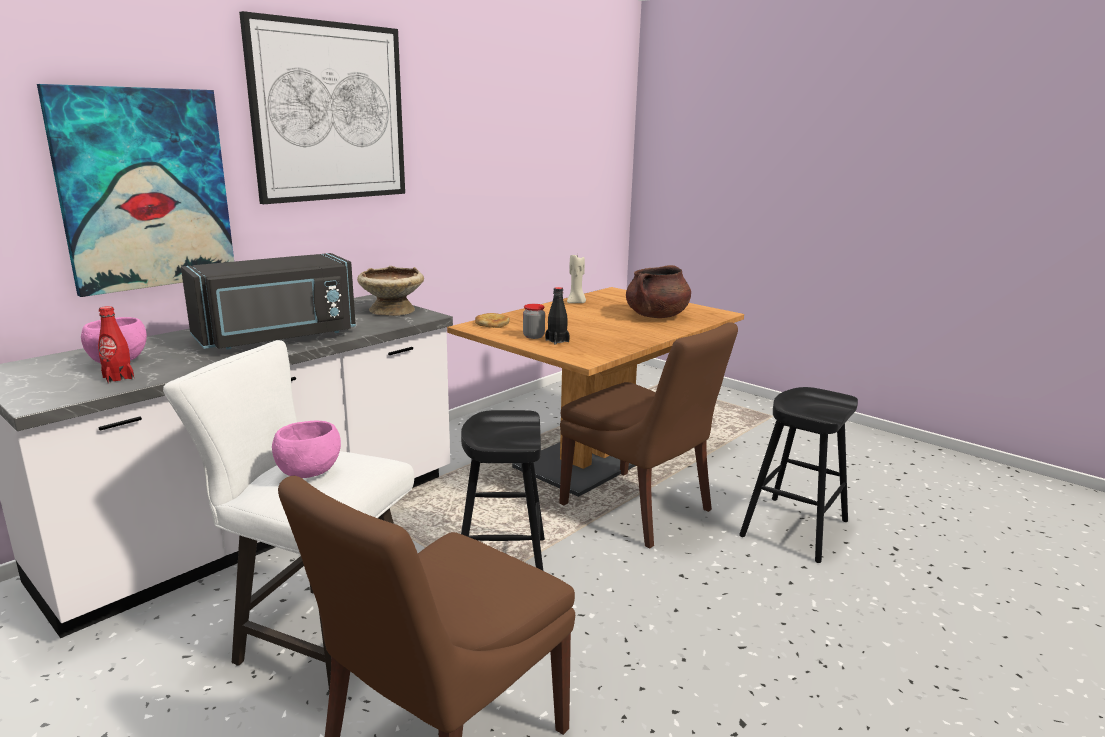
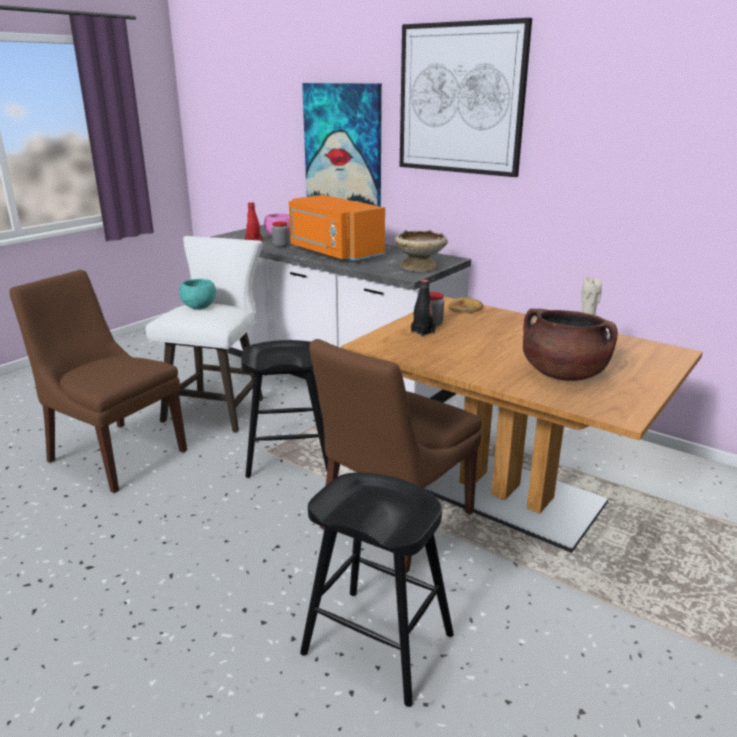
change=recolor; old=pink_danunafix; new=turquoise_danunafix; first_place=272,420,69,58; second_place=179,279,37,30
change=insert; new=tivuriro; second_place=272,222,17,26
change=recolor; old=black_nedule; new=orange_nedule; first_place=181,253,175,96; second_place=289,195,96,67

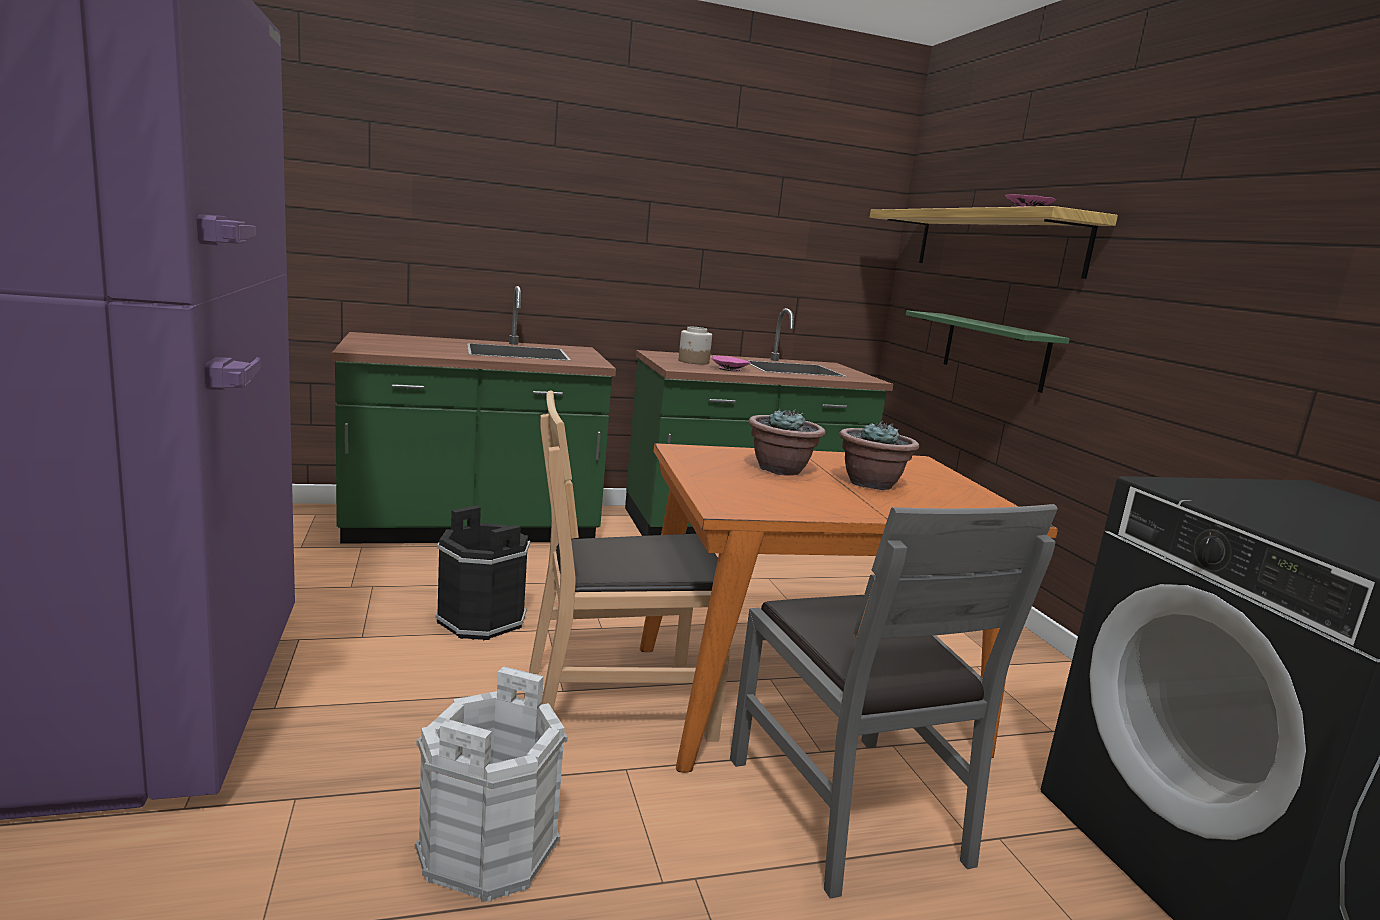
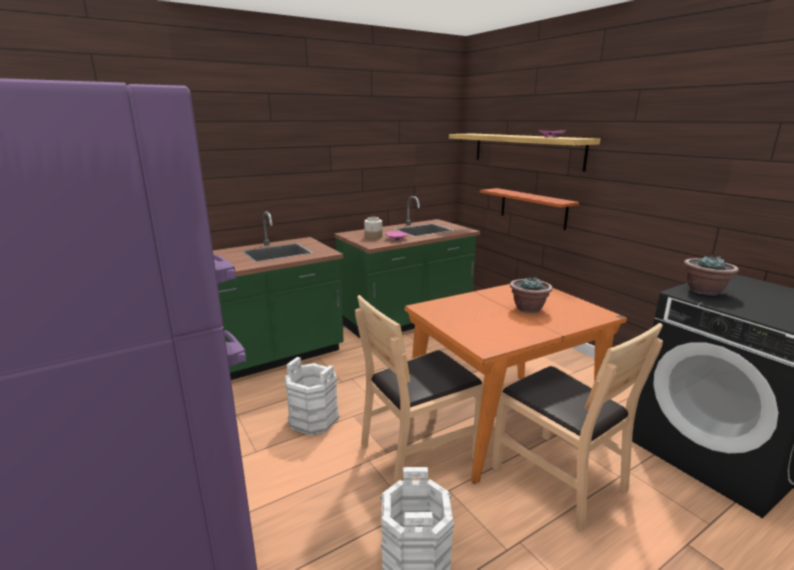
change=recolor; old=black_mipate; new=white_mipate; first_place=435,505,95,135; second_place=284,357,55,79
change=recolor; old=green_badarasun; new=orange_badarasun; first_place=906,311,164,82; second_place=480,188,99,42
change=recolor; old=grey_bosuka; new=brown_bosuka; first_place=730,504,328,395; second_place=492,323,171,208
change=move; old=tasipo; first_place=749,409,77,67; second_place=684,255,55,41

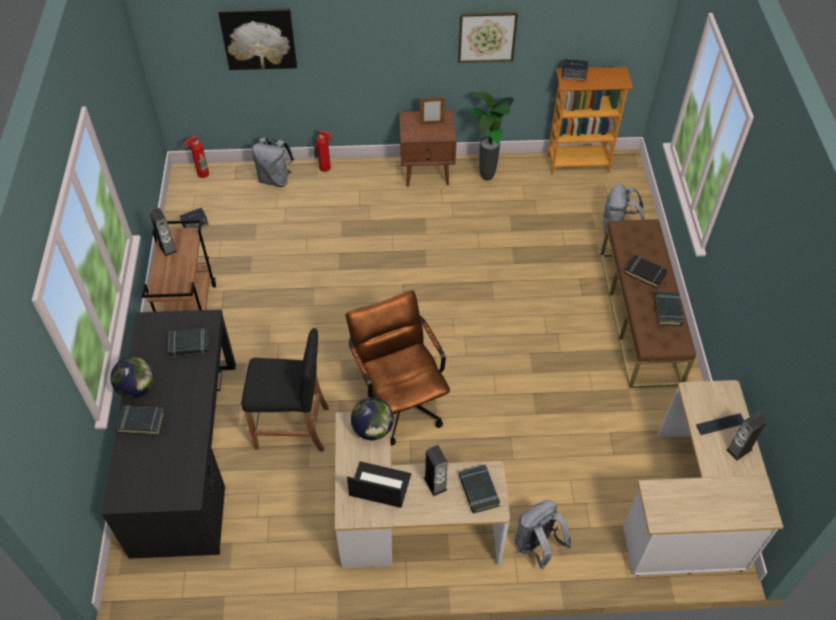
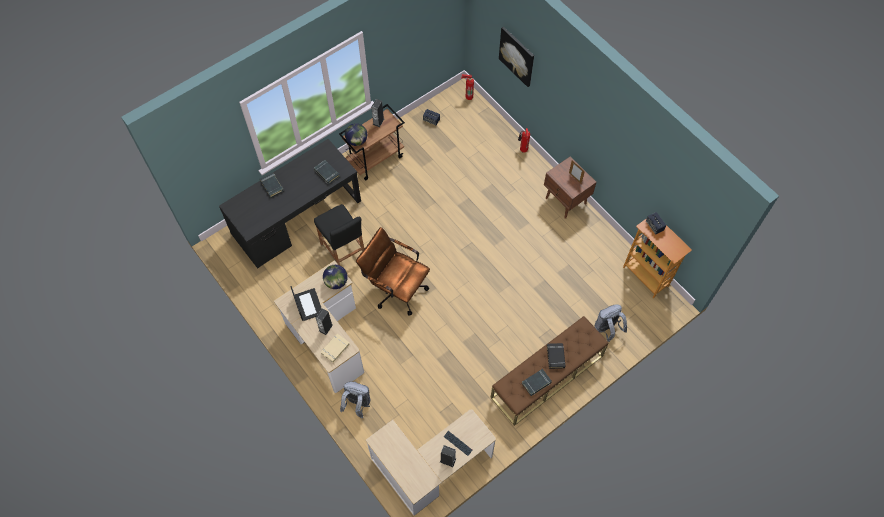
change=recolor; old=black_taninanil; new=beige_taninanil; first_place=459,464,41,49; second_place=321,334,29,29
change=move; old=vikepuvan; first_place=111,357,43,41; second_place=345,123,22,23
change=rotate; old=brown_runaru; first_place=346,290,104,156; second_place=356,227,74,89; degrees=-90
change=delete; old=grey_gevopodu; first_place=252,137,42,50
change=delete; old=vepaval; first_place=458,12,60,51
change=delete; old=tasipo; first_place=469,92,45,88

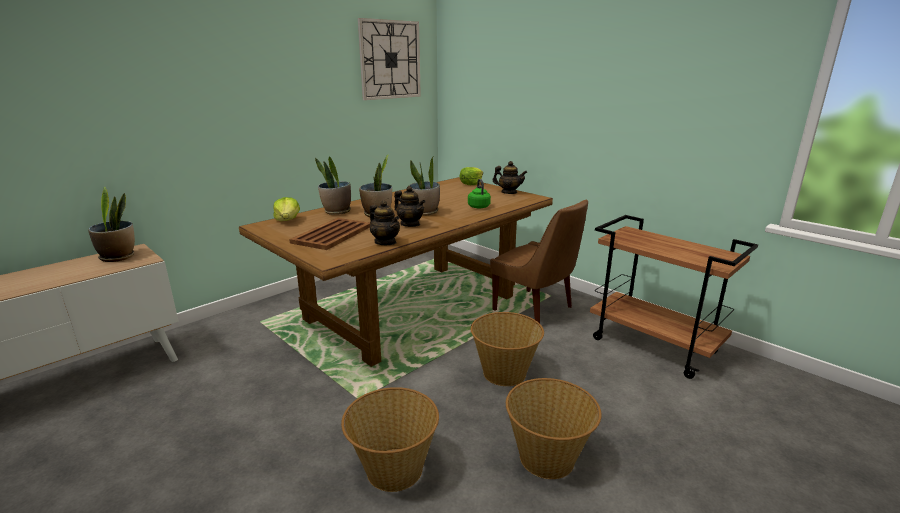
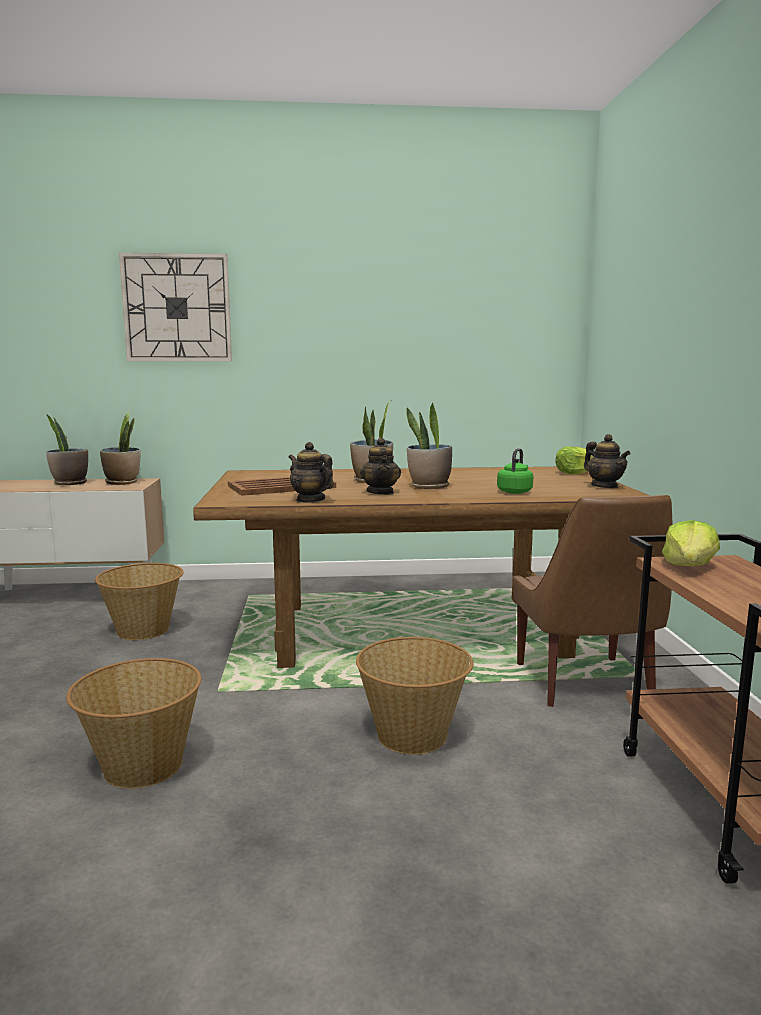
change=move; old=tasipo; first_place=315,156,36,59; second_place=46,414,42,71
change=move; old=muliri; first_place=506,378,95,101; second_place=95,563,89,77
change=move; old=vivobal; first_place=358,18,63,82; second_place=119,253,113,108
change=rotate; old=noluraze; first_place=369,200,31,45; second_place=289,442,45,61; degrees=135
change=move; old=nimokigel; first_place=273,197,27,24; second_place=662,520,58,46

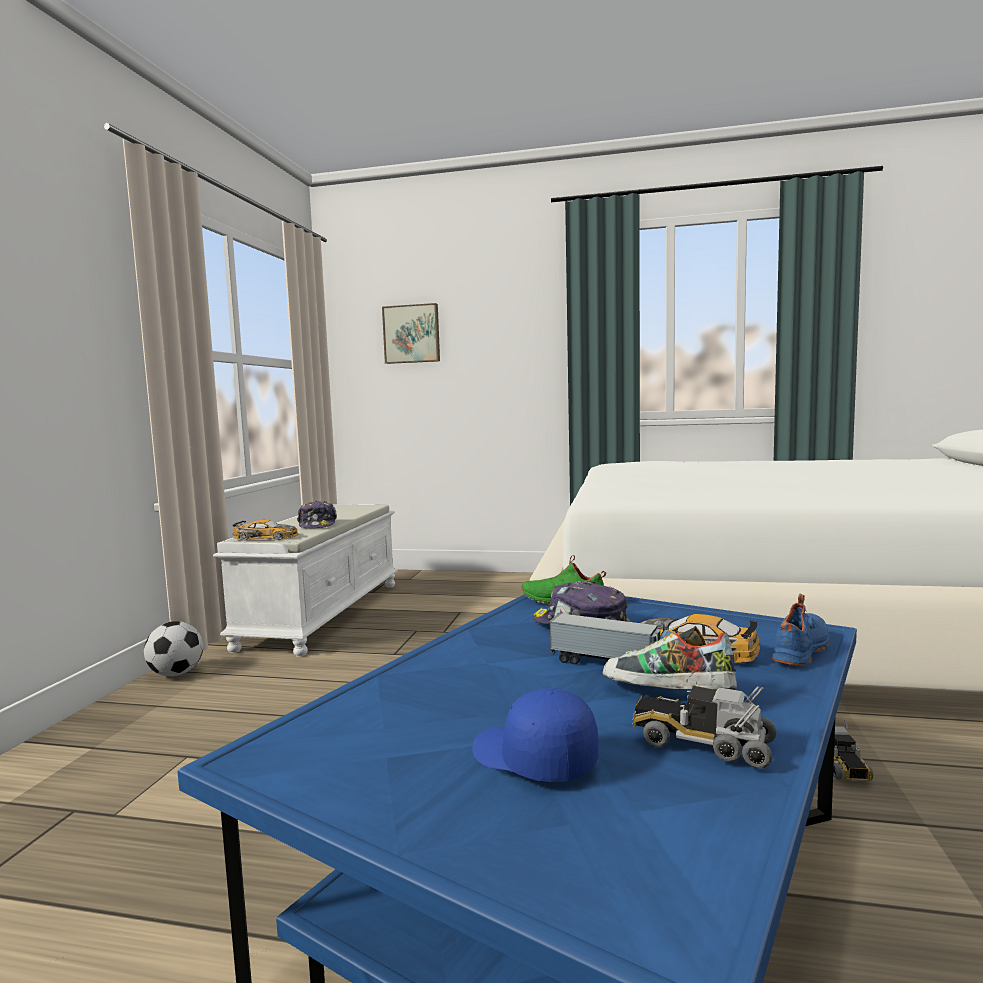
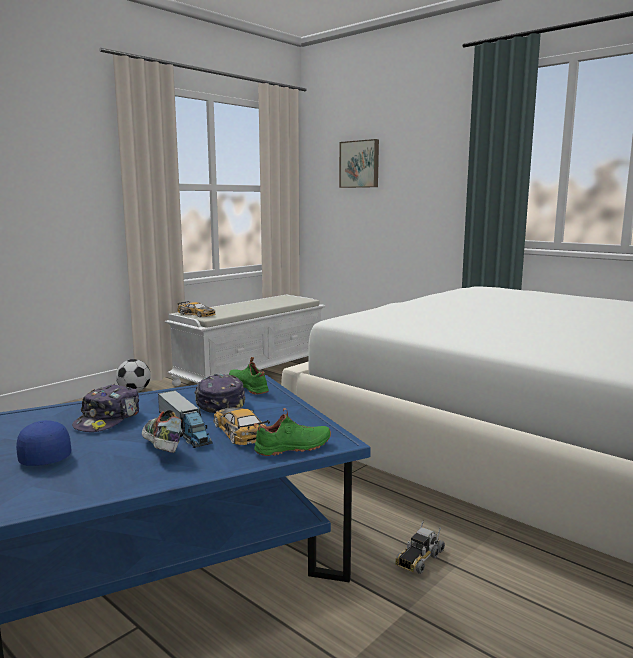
change=move; old=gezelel; first_place=297,501,40,27; second_place=72,384,67,48
change=recolor; old=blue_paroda; new=green_paroda; first_place=772,594,57,72; second_place=254,408,77,48
change=delete; old=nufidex; first_place=632,686,145,82

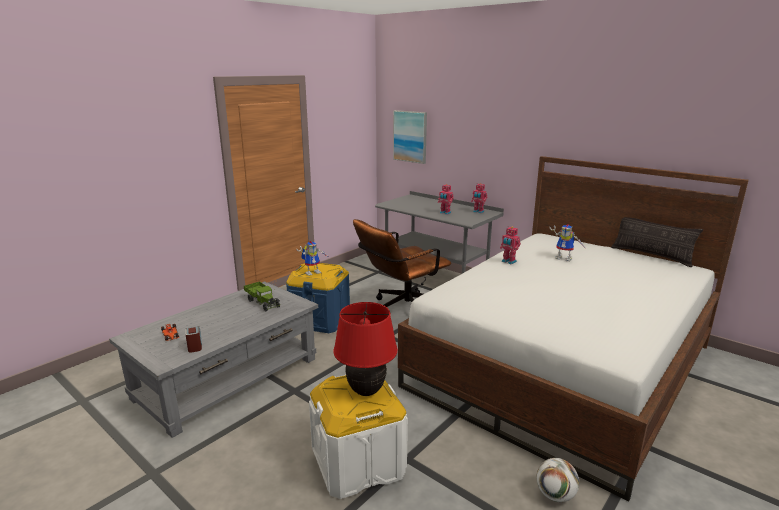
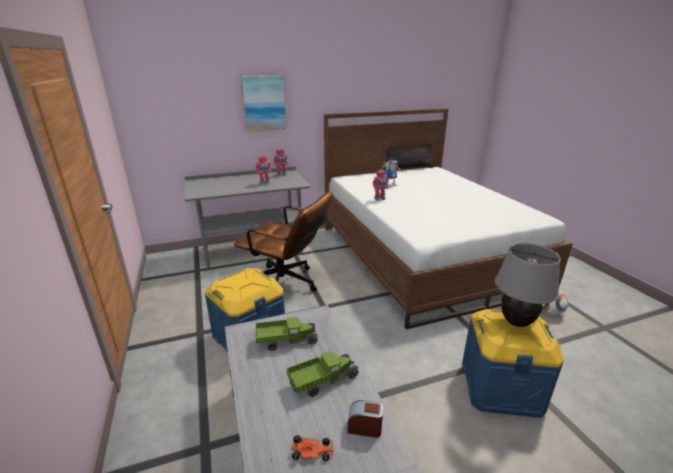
change=rotate; old=brown_runaru; first_place=353,219,98,88; second_place=234,192,99,99; degrees=-60
change=move; old=vepaval; first_place=393,110,34,54; second_place=240,75,47,57
change=insert; new=nufidex; second_place=286,351,73,46
change=recolor; old=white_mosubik; new=blue_mosubik; first_place=309,375,99,124; second_place=462,309,102,109
change=recolor; old=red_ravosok; new=grey_ravosok; first_place=333,302,65,94; second_place=495,243,66,84
change=delete; old=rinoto; first_place=296,241,31,35

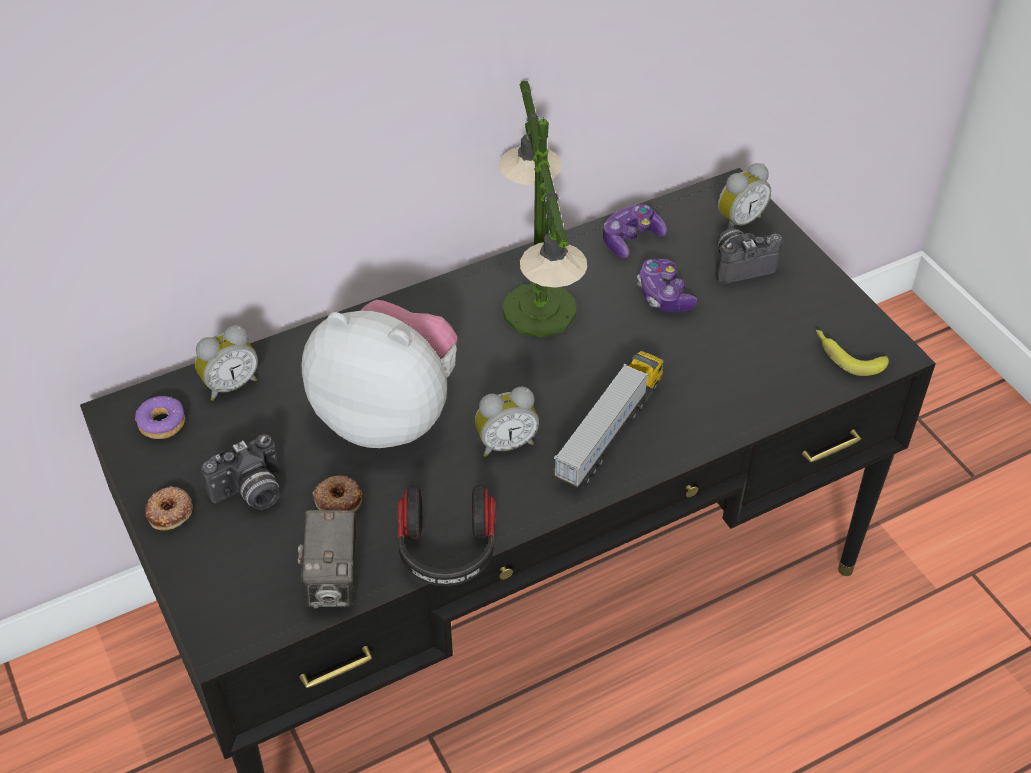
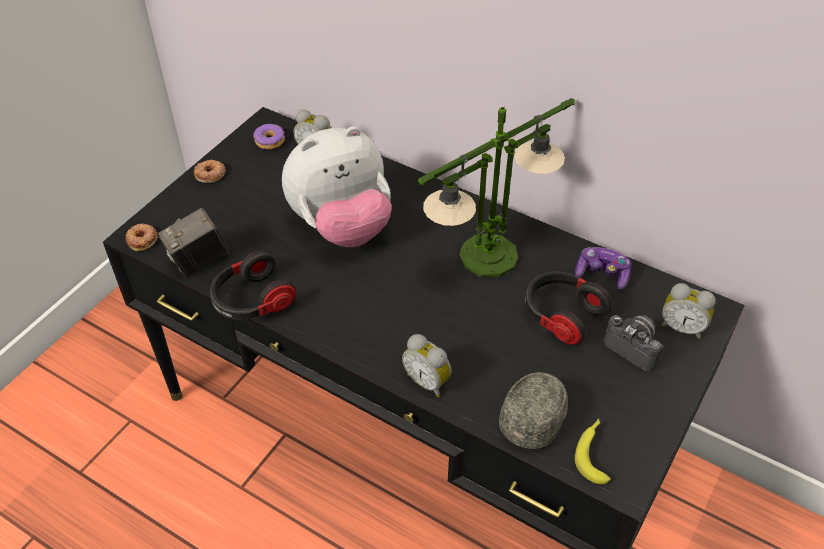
change=move; old=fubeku; first_place=313,475,49,37; second_place=126,223,32,28
change=rotate; old=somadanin; first_place=302,300,156,148; second_place=282,126,110,121; degrees=75
change=move; old=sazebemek; first_place=475,387,64,70; second_place=402,334,50,63
change=insert; new=grey_gezelel; second_place=499,372,69,77
change=replace; old=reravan; new=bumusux; first_place=637,259,60,53; second_place=525,272,87,73
change=delete; old=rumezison; first_place=201,434,79,76
change=delete; old=nufidex; first_place=554,351,110,137

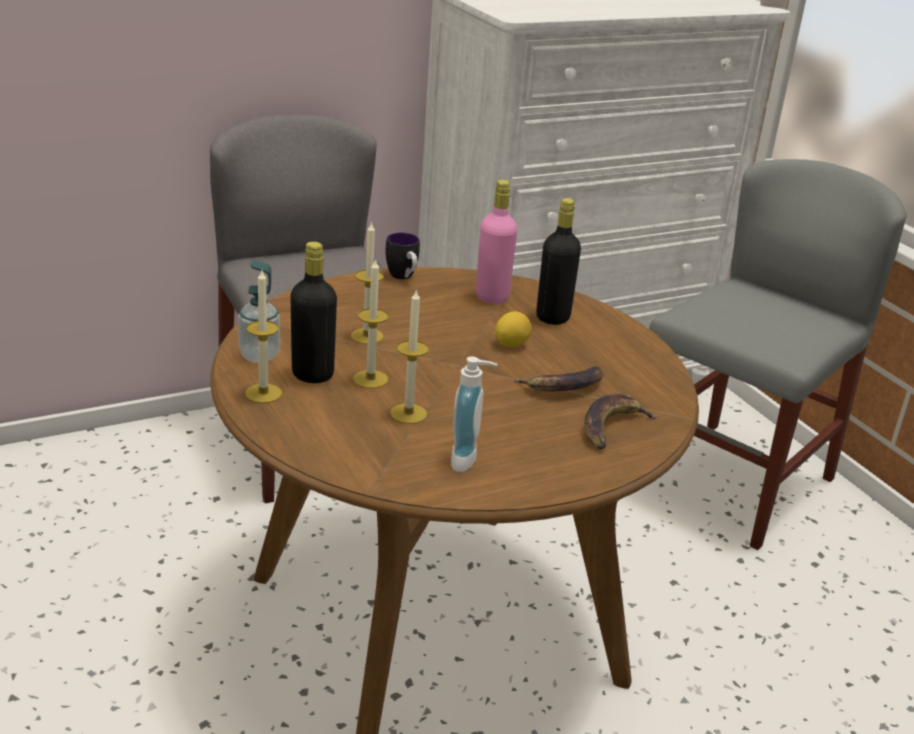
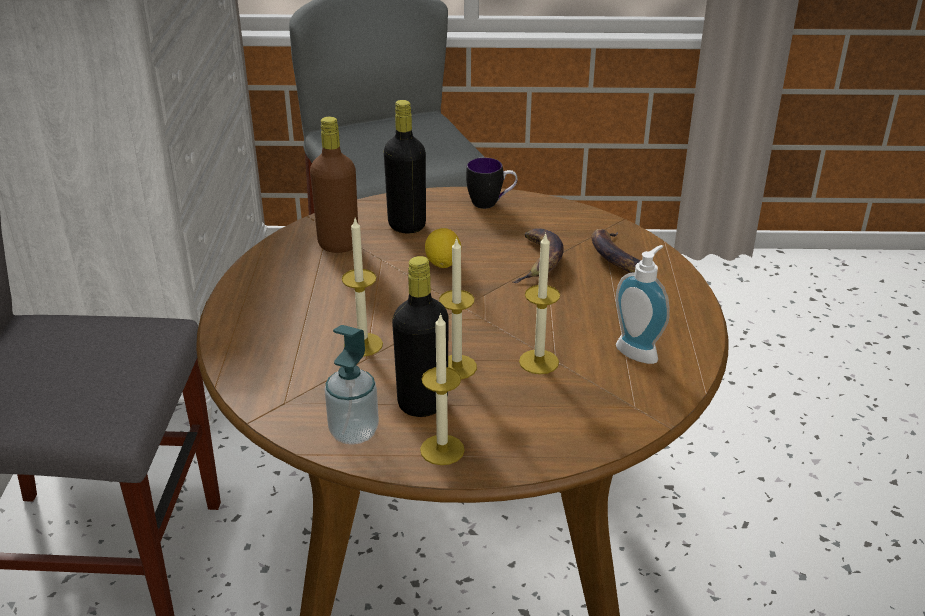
change=recolor; old=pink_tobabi; new=brown_tobabi; first_place=476,180,41,124; second_place=310,117,48,136
change=move; old=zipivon; first_place=386,233,34,47; second_place=466,158,51,51

